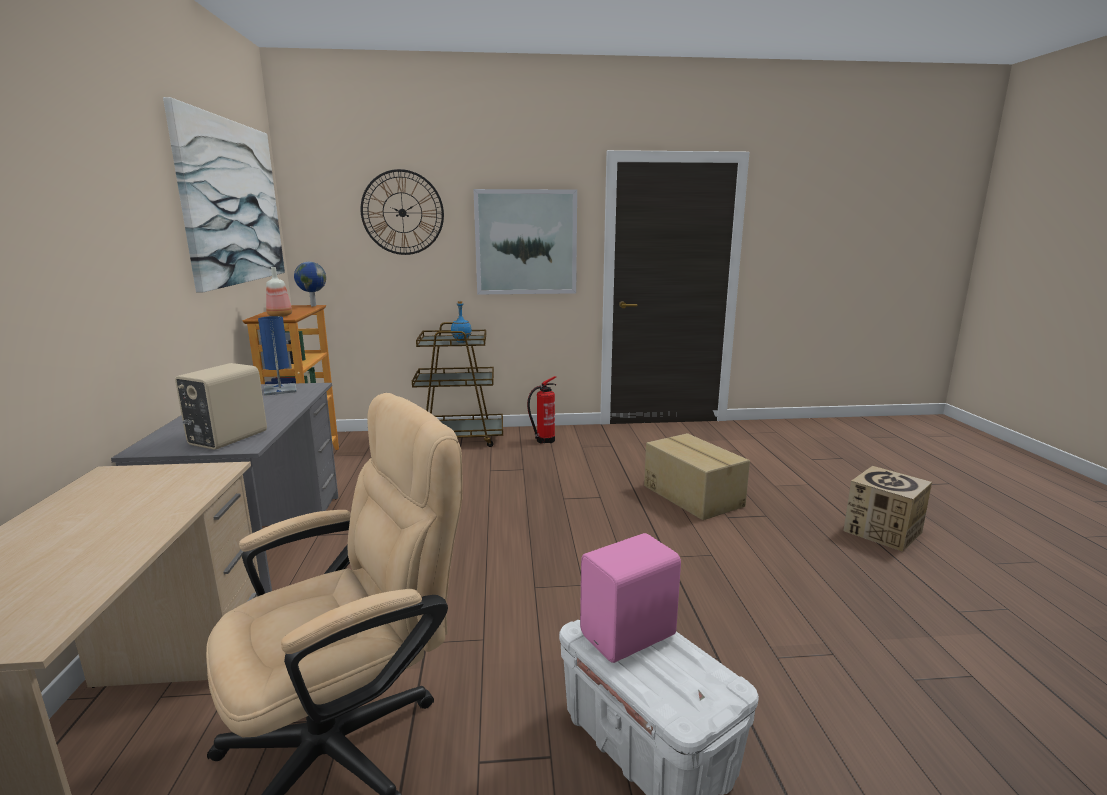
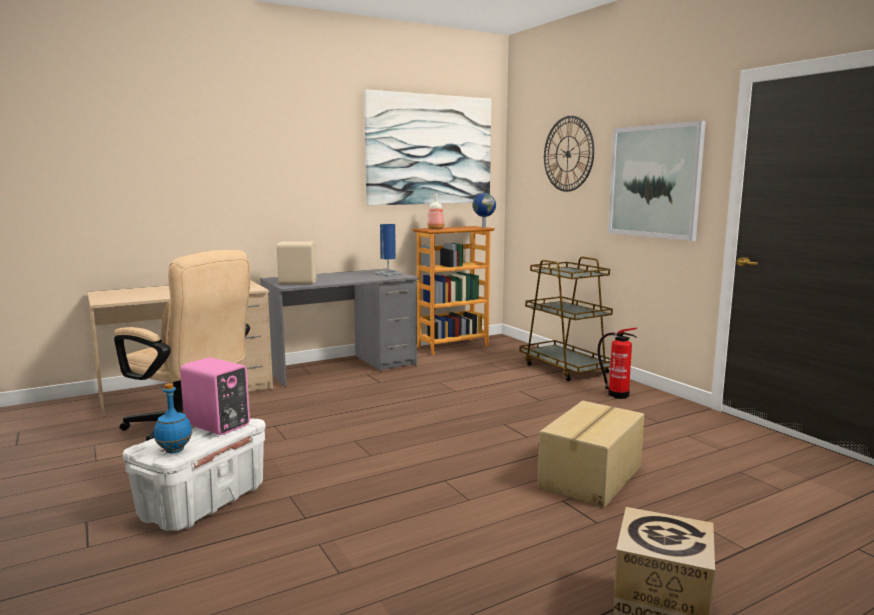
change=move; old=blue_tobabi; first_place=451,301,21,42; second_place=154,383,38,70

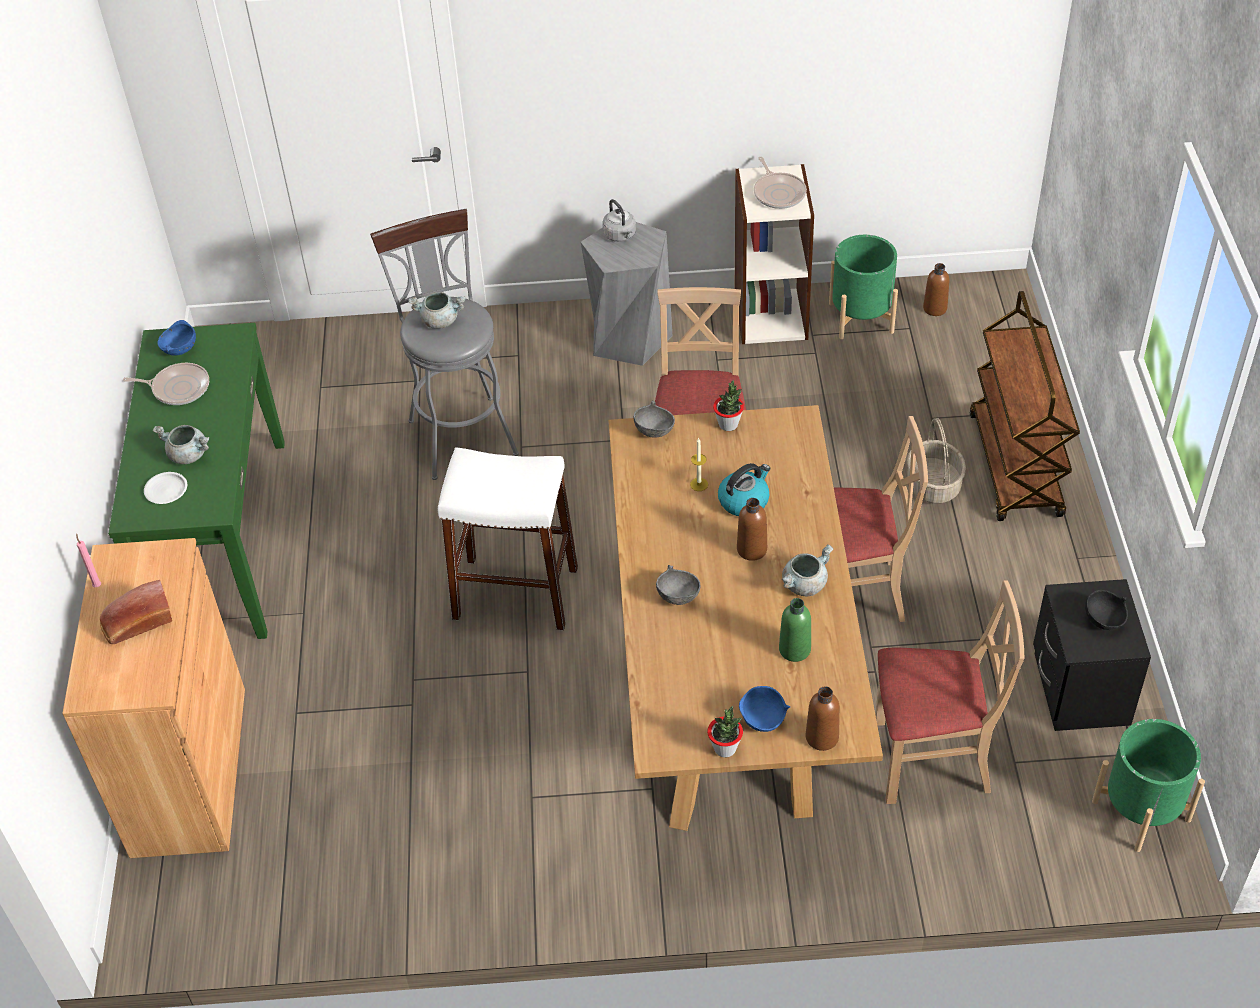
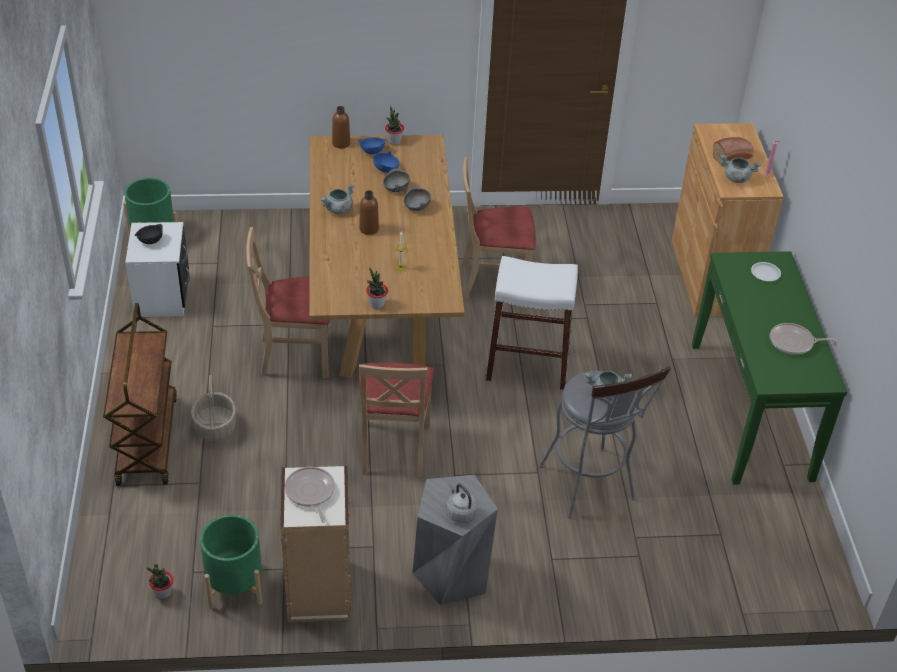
change=recolor; old=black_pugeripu; new=white_pugeripu; first_place=1033,579,118,152; second_place=125,222,65,95
change=replace; old=brown_tobabi; new=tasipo; first_place=923,263,26,53; second_place=147,564,26,35
change=move; old=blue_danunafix; first_place=158,320,38,35; second_place=373,151,27,22
change=move; old=grey_danunafix; first_place=634,400,41,37; second_place=383,168,27,24
change=move; old=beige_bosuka; first_place=875,580,149,224; second_place=462,157,74,142
change=move; old=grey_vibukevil; first_place=153,425,57,39; second_place=720,155,41,28
change=delete; old=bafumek; first_place=718,463,52,53
change=delete; old=green_tobabi; first_place=779,598,32,64

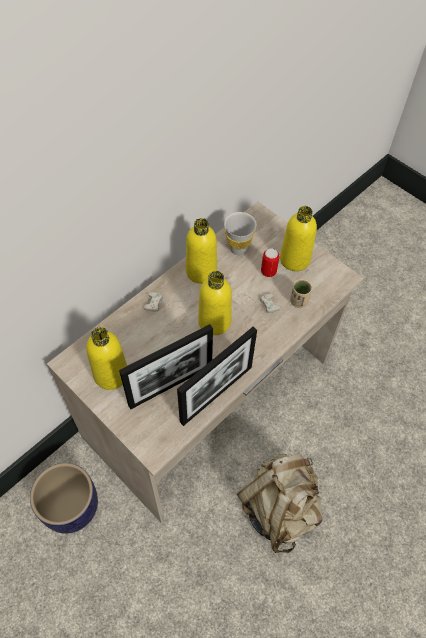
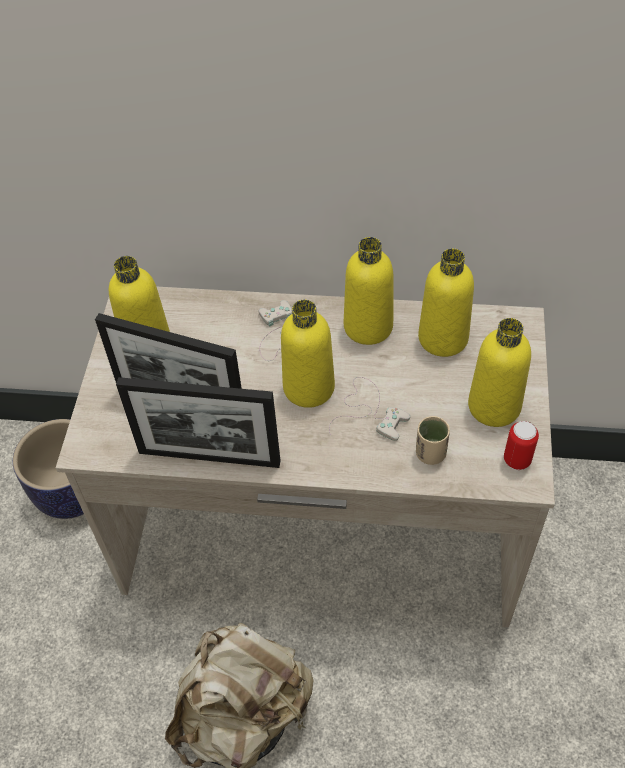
change=replace; old=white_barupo; new=yellow_tobabi; first_place=224,212,32,43; second_place=418,248,56,109
change=move; old=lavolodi; first_place=261,248,18,29; second_place=504,421,35,49

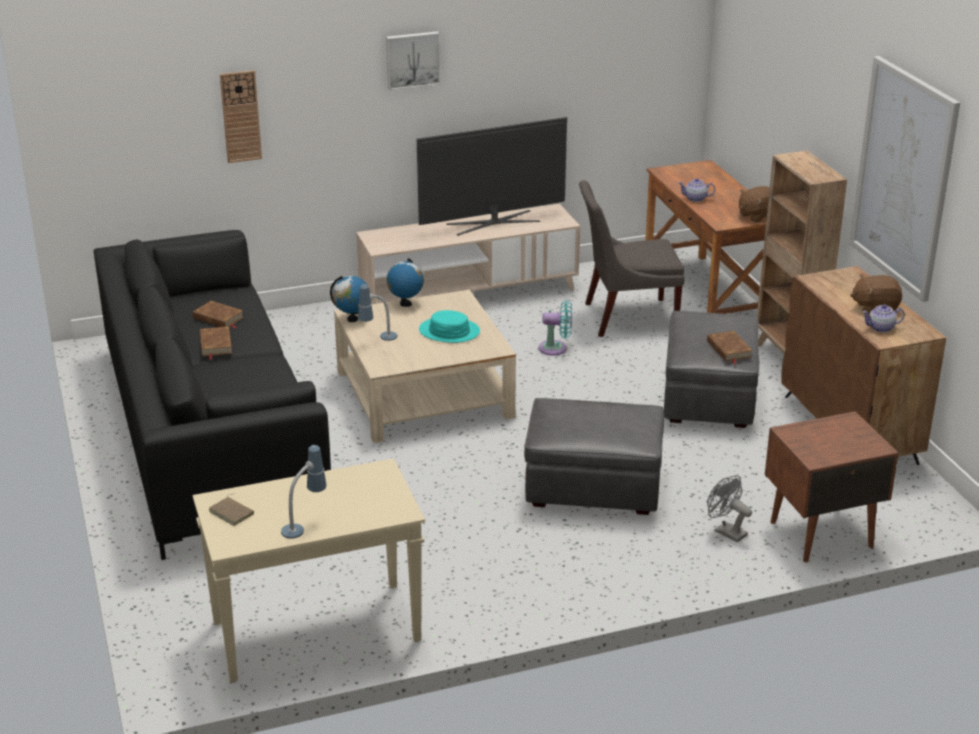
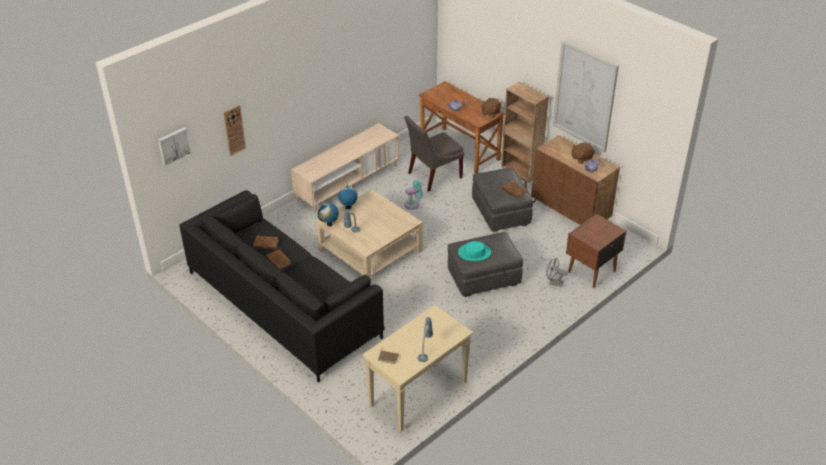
change=move; old=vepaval; first_place=386,31,54,59; second_place=158,127,34,40
change=move; old=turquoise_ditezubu; first_place=419,310,61,33; second_place=458,241,33,20
change=delete; old=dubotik; first_place=417,117,150,119

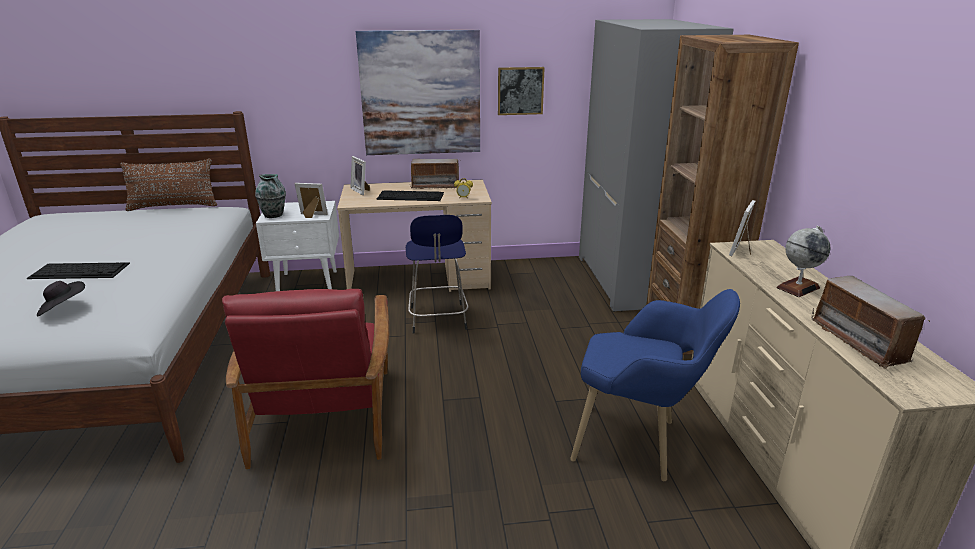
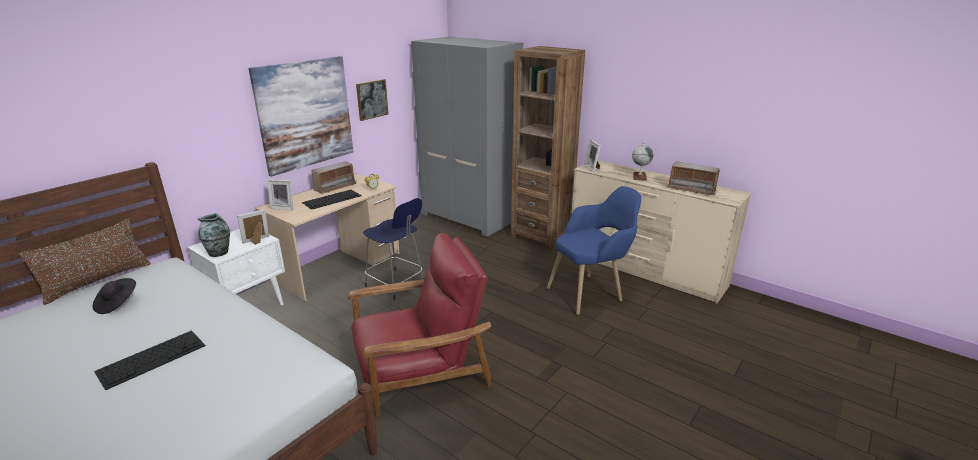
change=move; old=black_ditezubu; first_place=37,281,48,36; second_place=93,278,43,36
change=rotate; old=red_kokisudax; first_place=222,289,167,180; second_place=347,233,144,184; degrees=-60

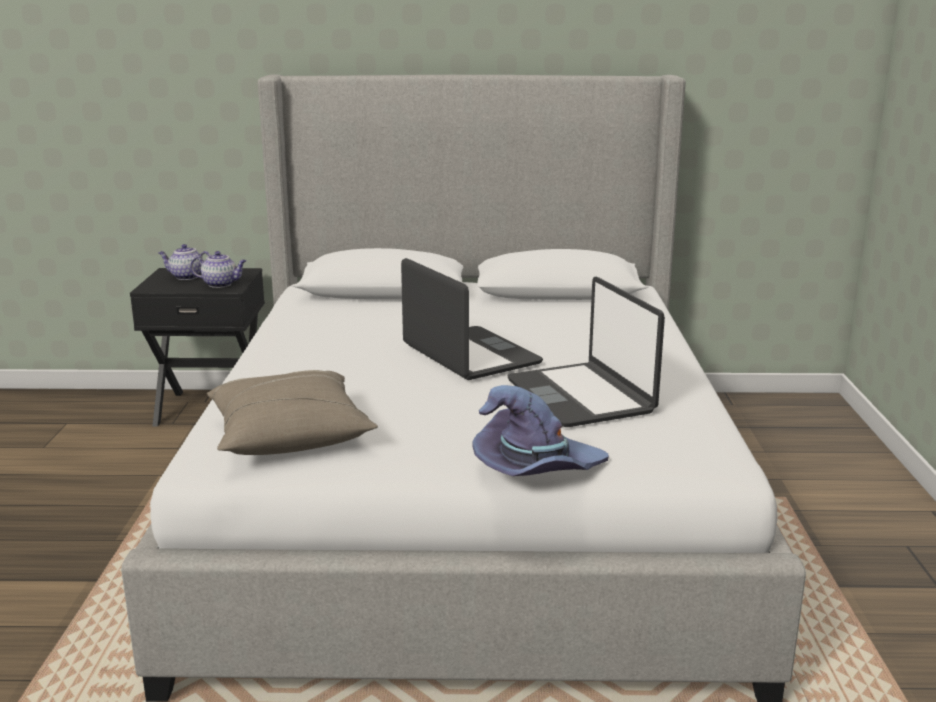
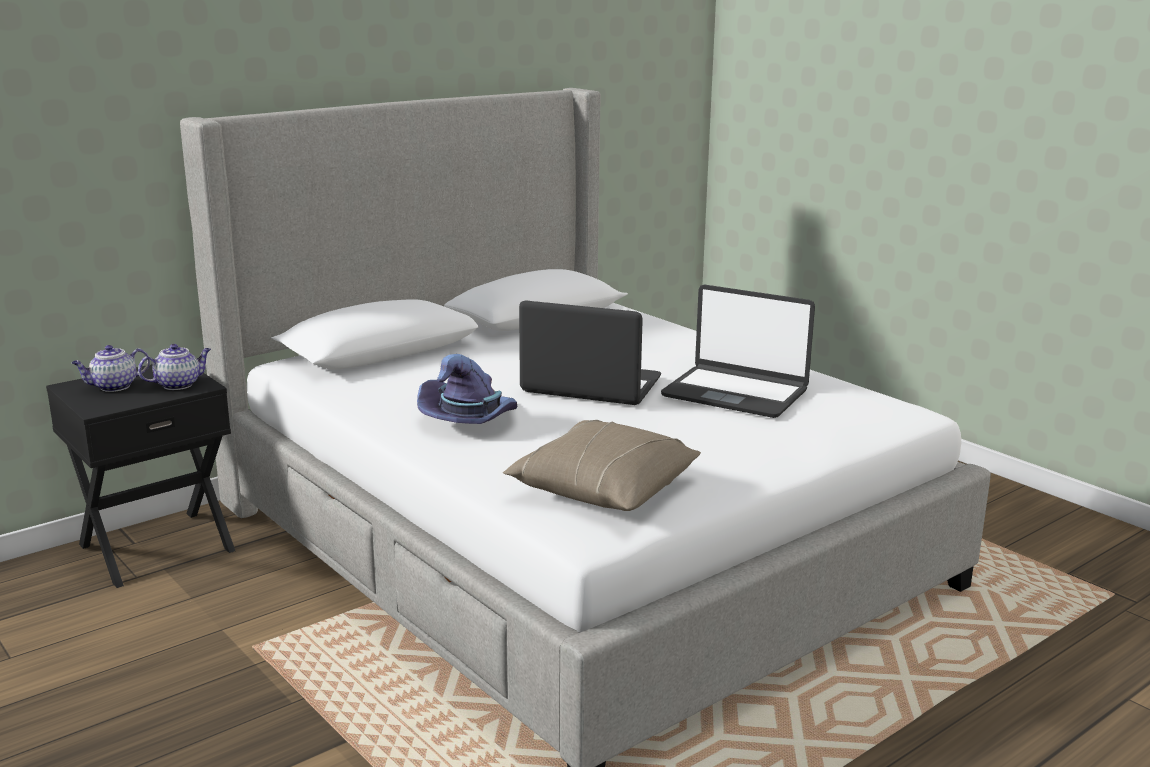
change=move; old=purple_ditezubu; first_place=472,385,137,91; second_place=417,354,100,70

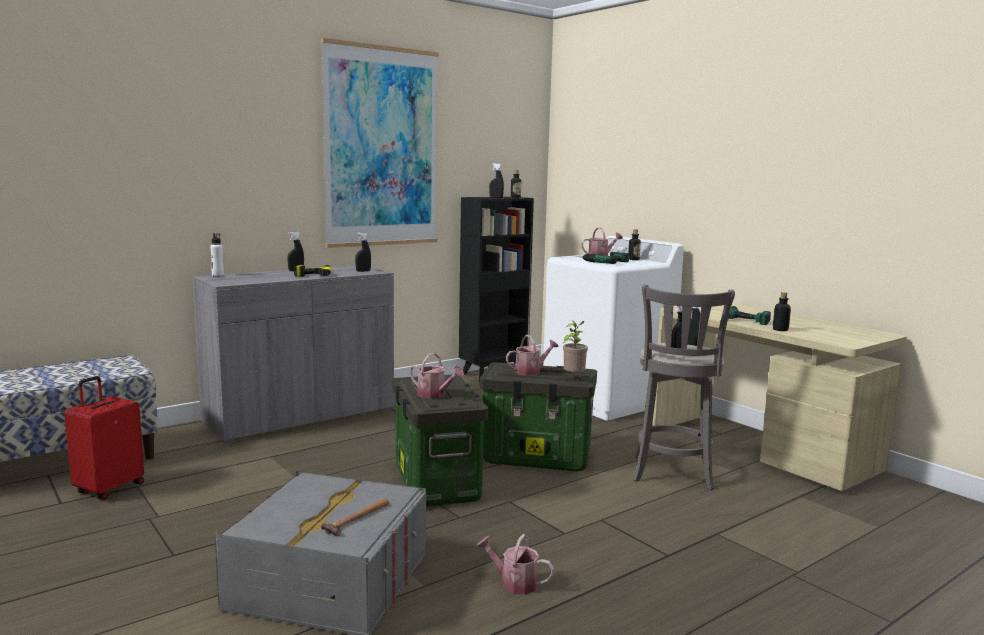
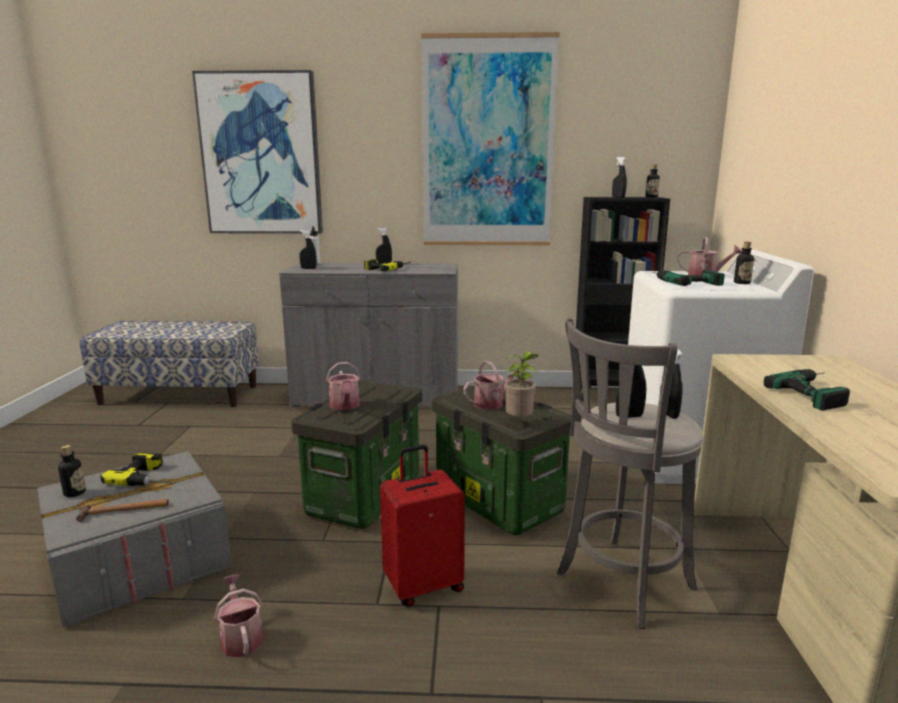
change=move; old=tobabi; first_place=773,292,18,39; second_place=58,445,28,52
change=insert; new=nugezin; second_place=100,452,71,34
change=insert; new=vepaval; second_place=192,70,131,164
change=move; old=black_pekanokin; first_place=355,232,16,40; second_place=299,230,18,39
change=move; old=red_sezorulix; first_place=65,376,79,124; second_place=380,444,85,163
change=rotate; old=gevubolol; first_place=506,335,53,40; second_place=464,361,56,49; degrees=-45

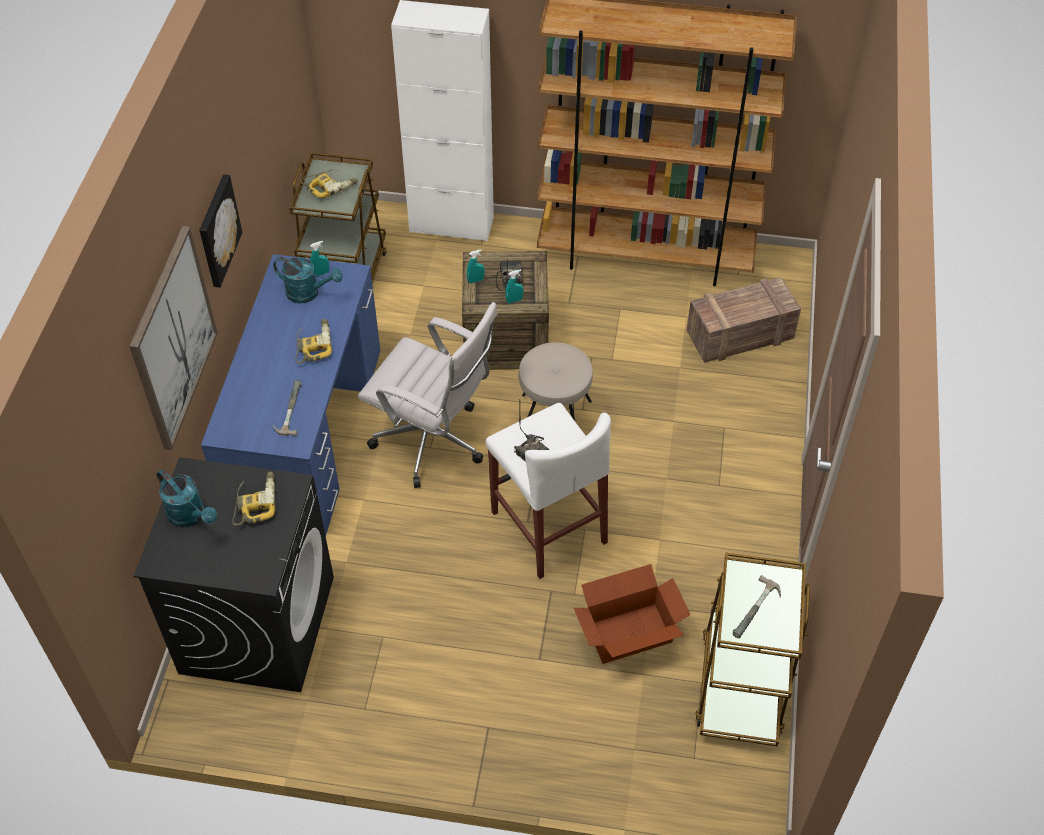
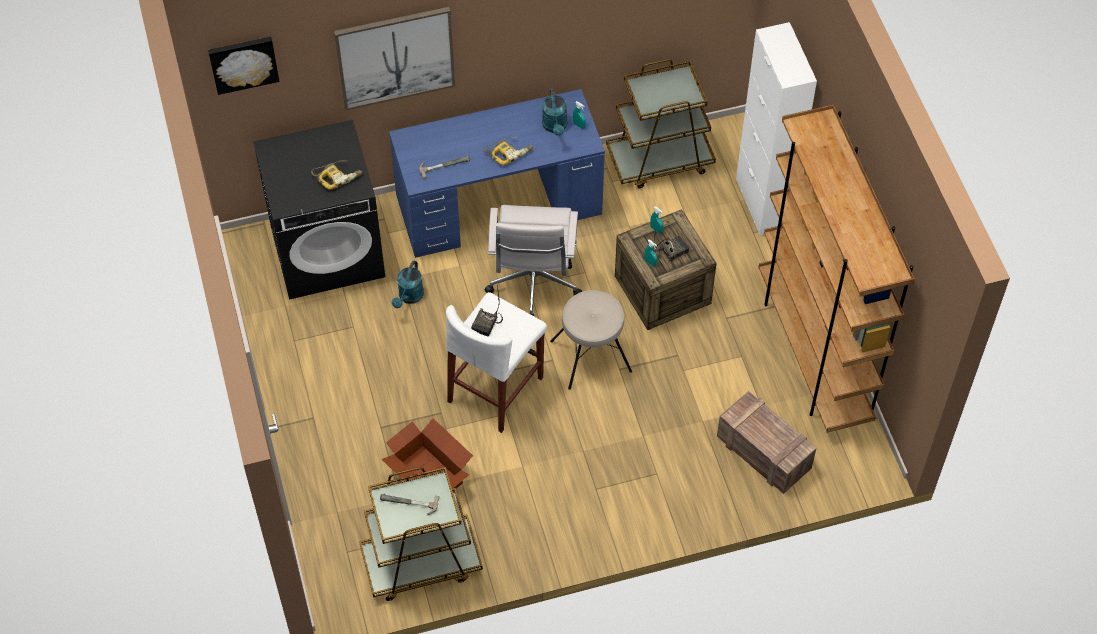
change=move; old=vepaval; first_place=199,175,43,113; second_place=208,37,71,58
change=move; old=turquoise_gevubolol; first_place=157,469,60,58; second_place=392,260,32,48
change=delete; old=nugezin; first_place=300,169,58,29

